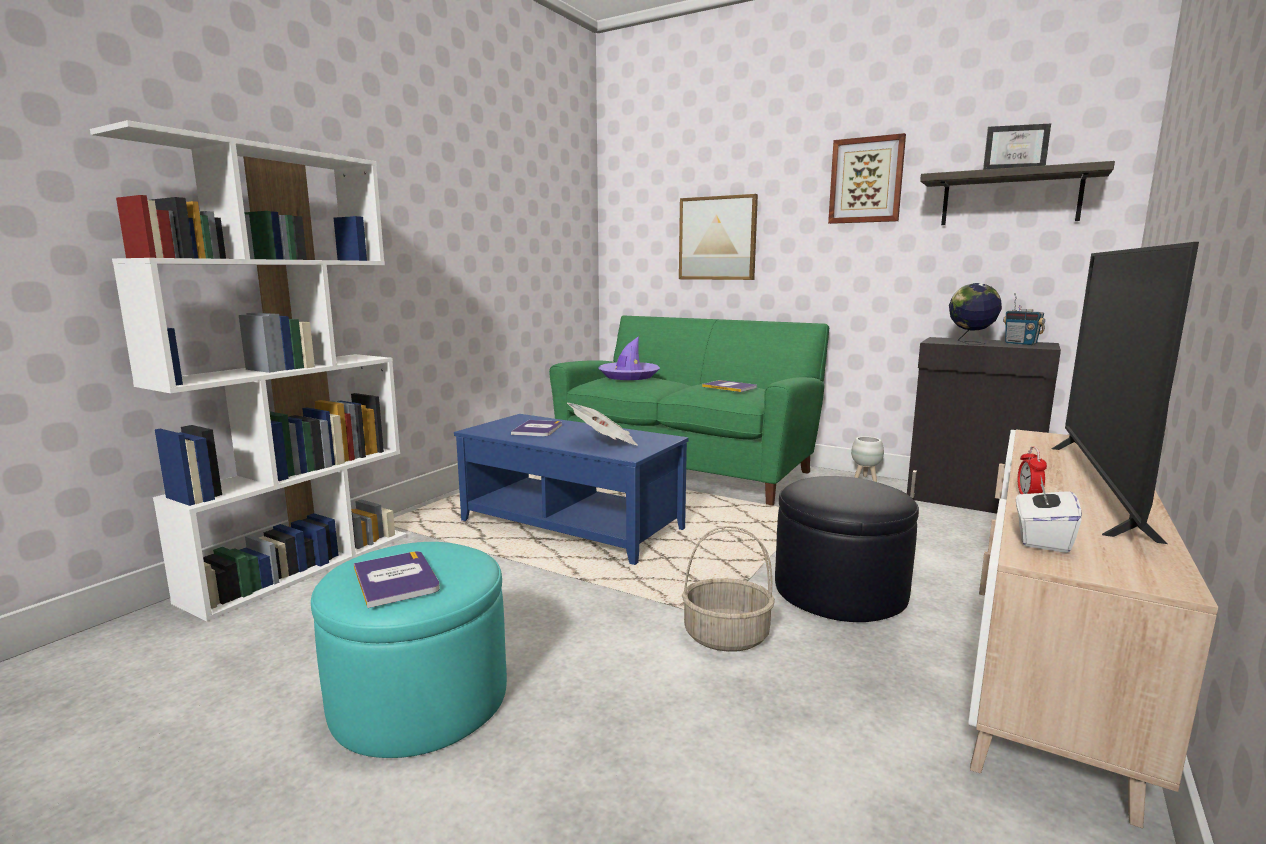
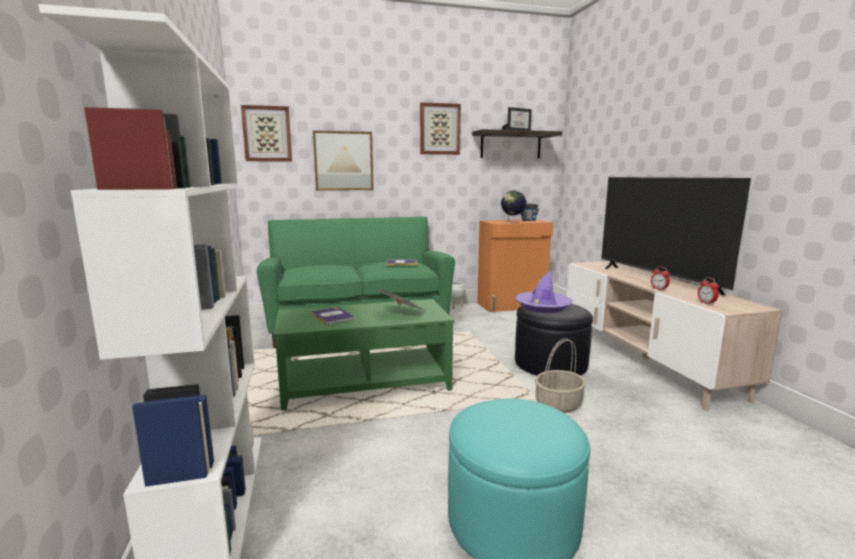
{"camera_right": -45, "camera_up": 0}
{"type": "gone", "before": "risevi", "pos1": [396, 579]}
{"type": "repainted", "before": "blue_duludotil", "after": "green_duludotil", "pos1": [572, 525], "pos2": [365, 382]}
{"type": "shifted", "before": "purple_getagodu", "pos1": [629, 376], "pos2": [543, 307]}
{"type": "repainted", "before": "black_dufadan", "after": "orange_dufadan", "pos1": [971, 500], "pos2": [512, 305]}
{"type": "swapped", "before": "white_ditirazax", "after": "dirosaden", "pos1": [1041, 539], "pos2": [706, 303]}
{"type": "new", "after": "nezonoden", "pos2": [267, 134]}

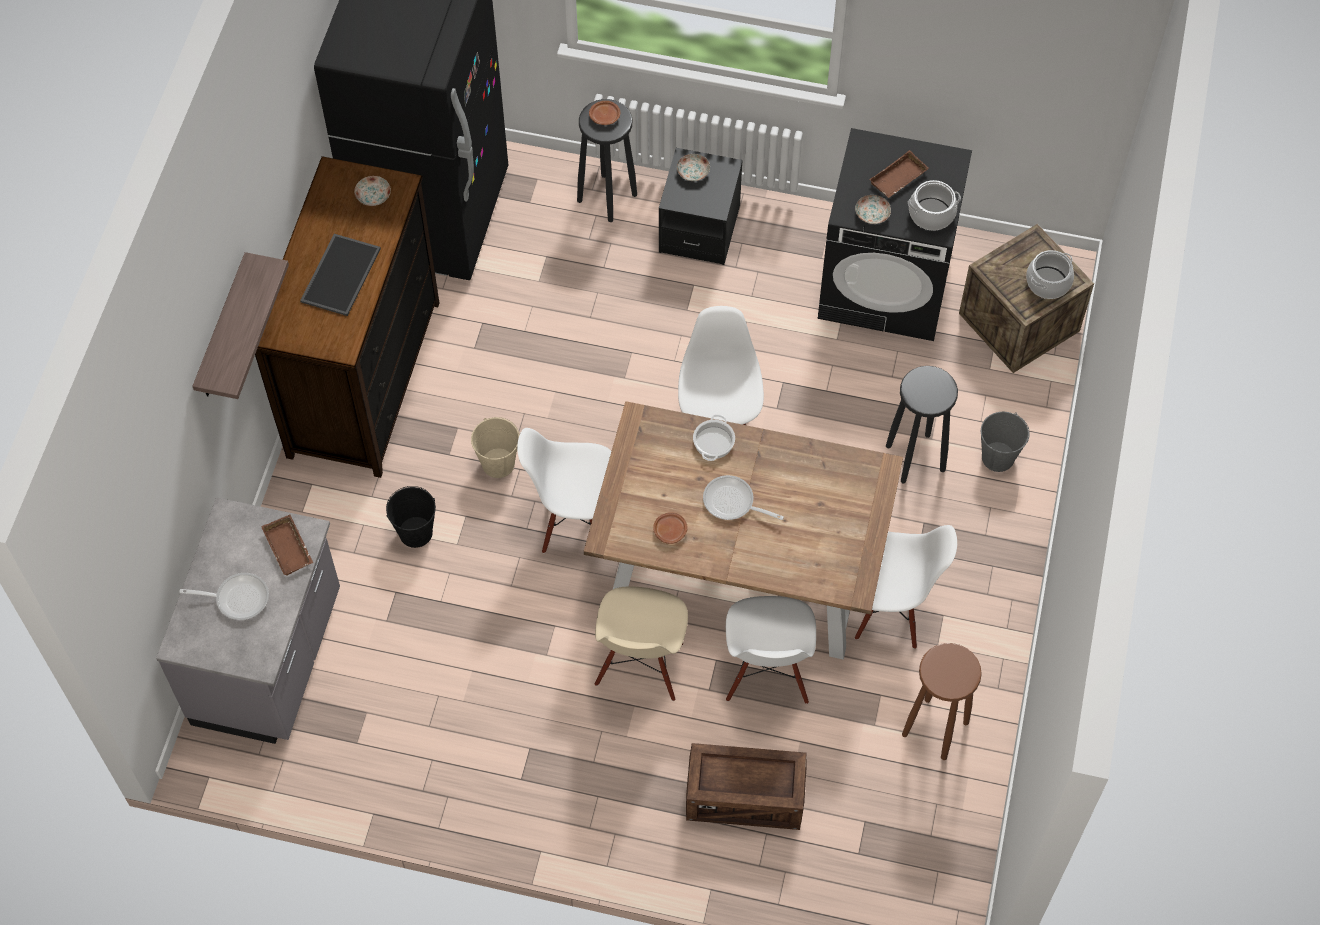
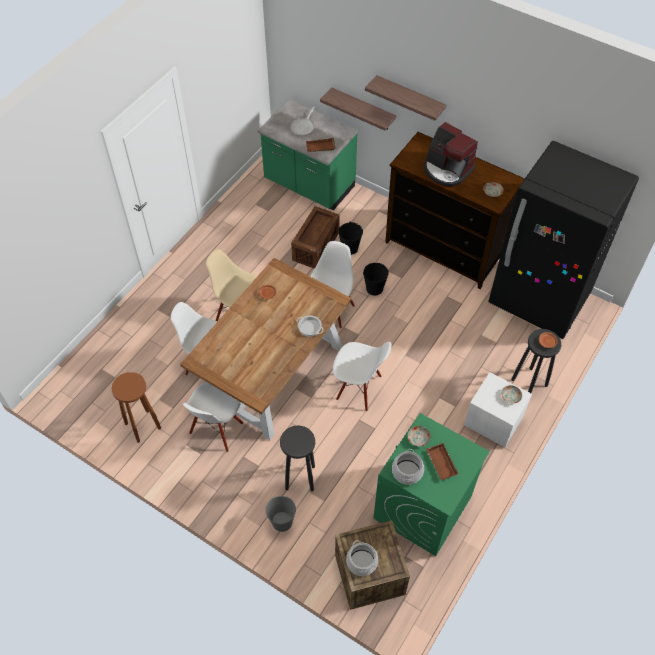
{"camera_right": 110, "camera_up": -5}
{"type": "repainted", "before": "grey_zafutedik", "after": "green_zafutedik", "pos1": [270, 659], "pos2": [309, 185]}
{"type": "swapped", "before": "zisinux", "after": "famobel", "pos1": [339, 274], "pos2": [447, 170]}
{"type": "repainted", "before": "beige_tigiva", "after": "black_tigiva", "pos1": [498, 463], "pos2": [374, 288]}
{"type": "repainted", "before": "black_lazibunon", "after": "white_lazibunon", "pos1": [699, 229], "pos2": [493, 421]}
{"type": "shifted", "before": "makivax", "pos1": [744, 797], "pos2": [315, 246]}
{"type": "gone", "before": "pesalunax", "pos1": [733, 503]}
{"type": "repainted", "before": "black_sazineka", "after": "green_sazineka", "pos1": [886, 284], "pos2": [422, 507]}
{"type": "new", "after": "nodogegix", "pos2": [363, 109]}

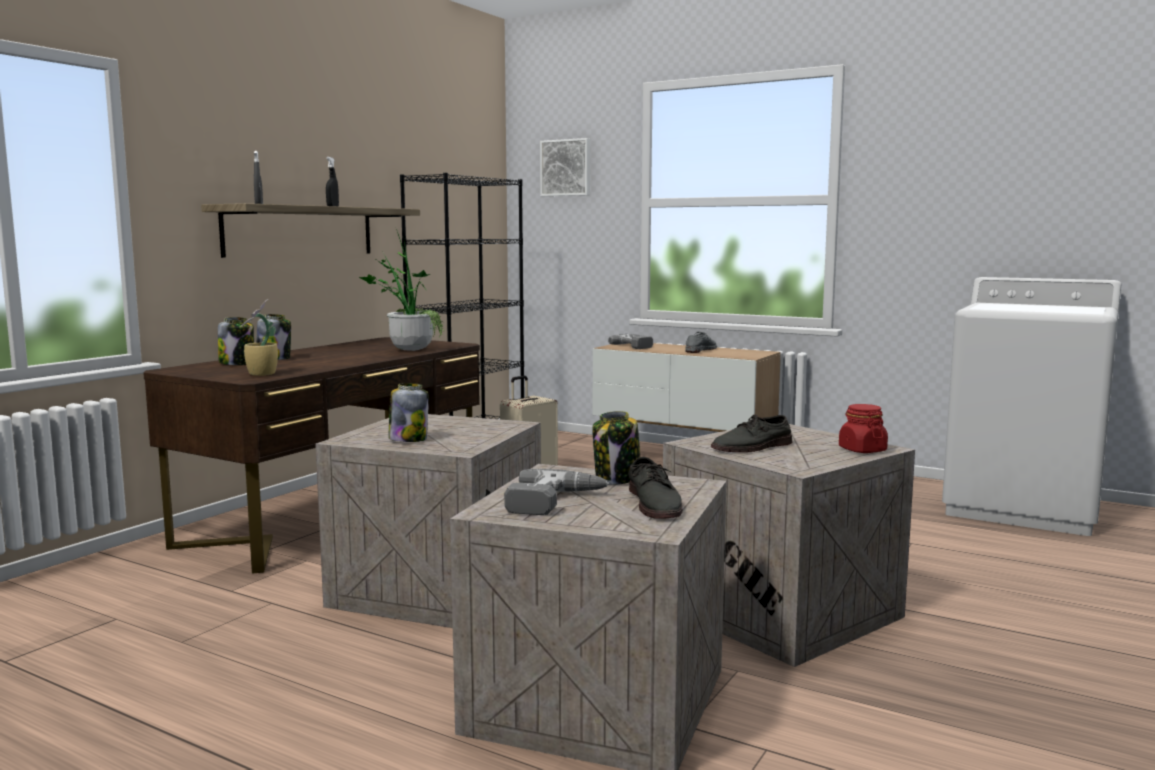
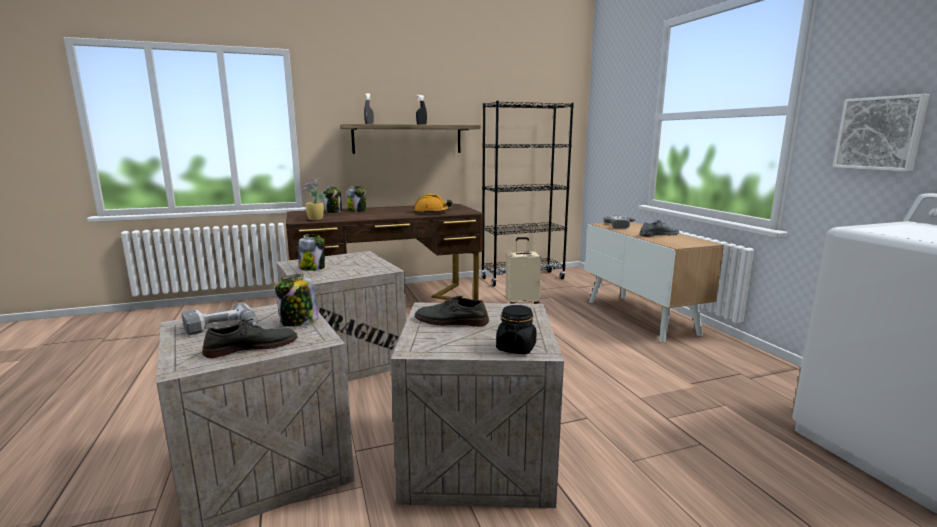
{"camera_right": 40, "camera_up": 5}
{"type": "swapped", "before": "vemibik", "after": "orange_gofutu", "pos1": [406, 349], "pos2": [432, 212]}
{"type": "shifted", "before": "nezonoden", "pos1": [566, 168], "pos2": [880, 133]}
{"type": "rotated", "before": "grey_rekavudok", "pos1": [655, 504], "pos2": [251, 347], "turn": -150}
{"type": "repainted", "before": "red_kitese", "after": "black_kitese", "pos1": [862, 450], "pos2": [516, 348]}

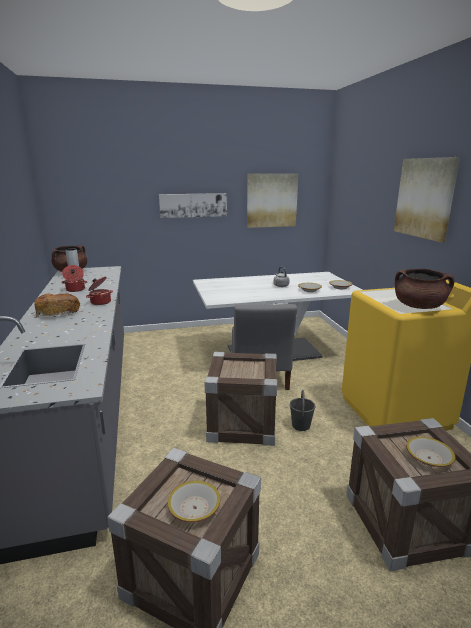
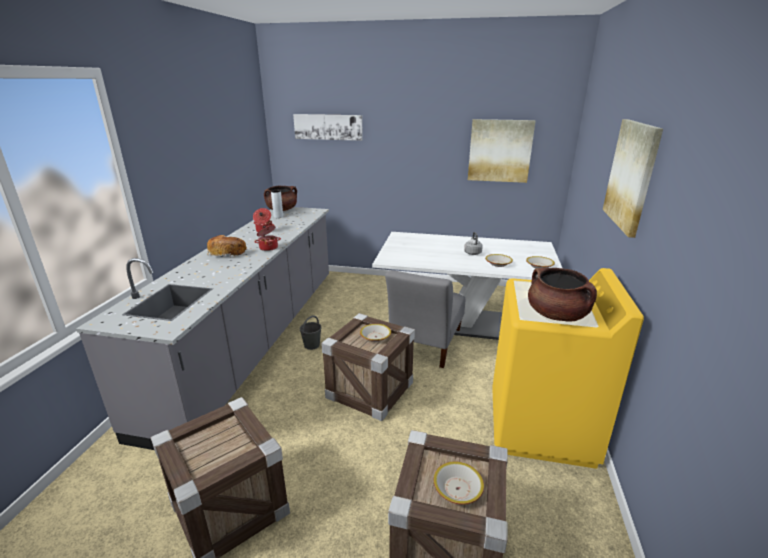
{"camera_right": 25, "camera_up": 5}
{"type": "shifted", "before": "nezonoden", "pos1": [193, 205], "pos2": [328, 127]}
{"type": "shifted", "before": "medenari", "pos1": [194, 508], "pos2": [375, 337]}
{"type": "shifted", "before": "grey_tigiva", "pos1": [301, 425], "pos2": [311, 345]}

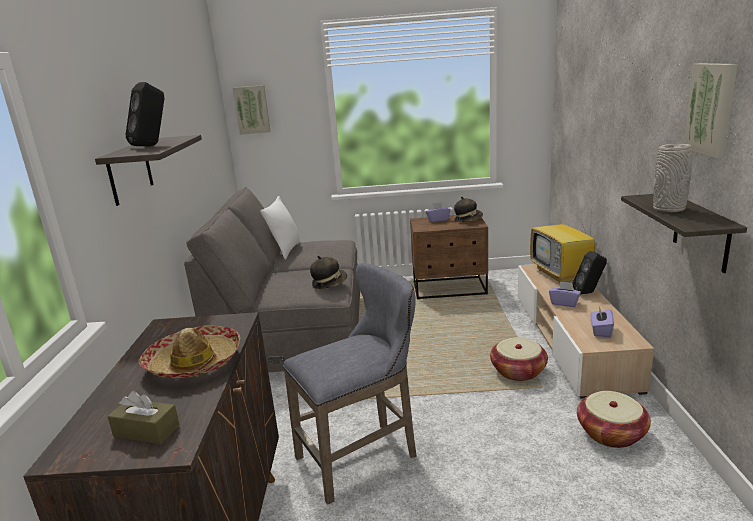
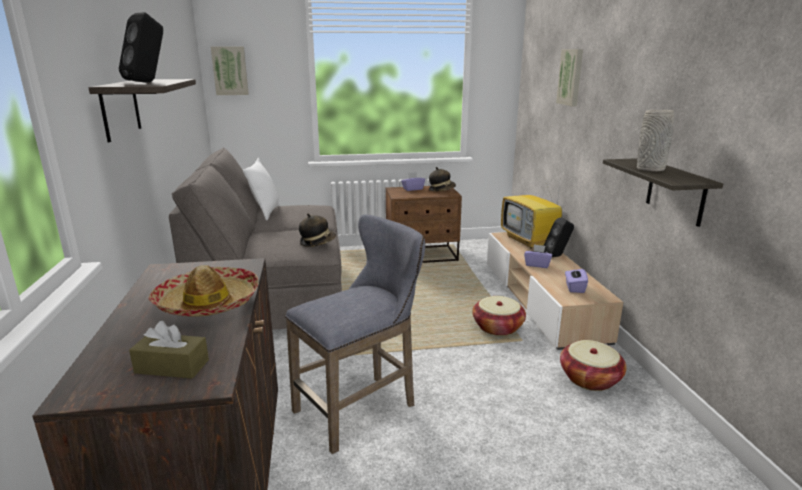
{"camera_right": -10, "camera_up": 0}
{"type": "shifted", "before": "nezonoden", "pos1": [712, 109], "pos2": [571, 77]}

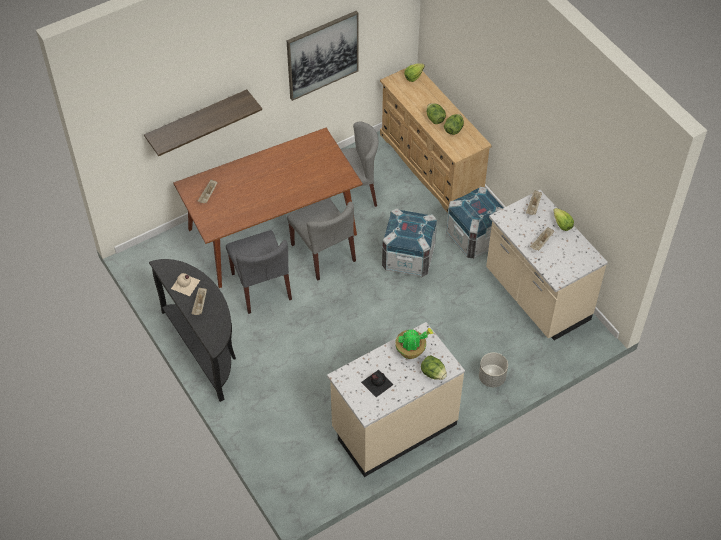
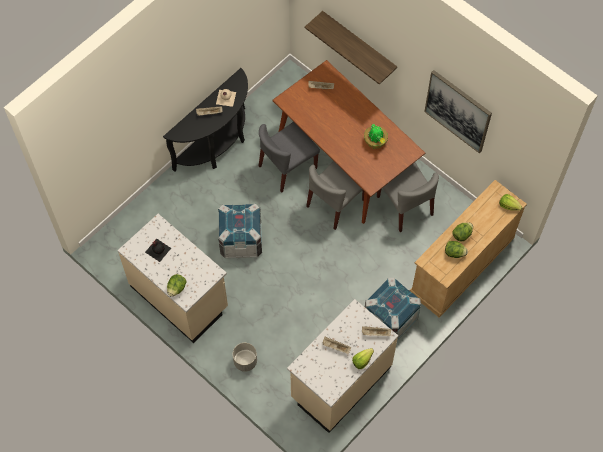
{"camera_right": 75, "camera_up": 10}
{"type": "shifted", "before": "makivax", "pos1": [408, 258], "pos2": [241, 240]}
{"type": "shifted", "before": "vemibik", "pos1": [411, 350], "pos2": [375, 142]}

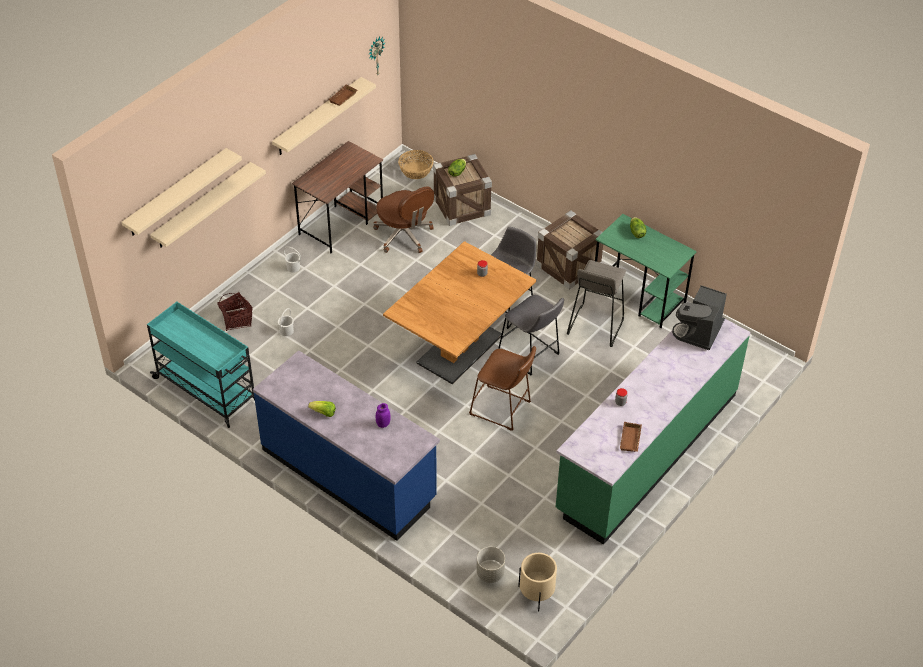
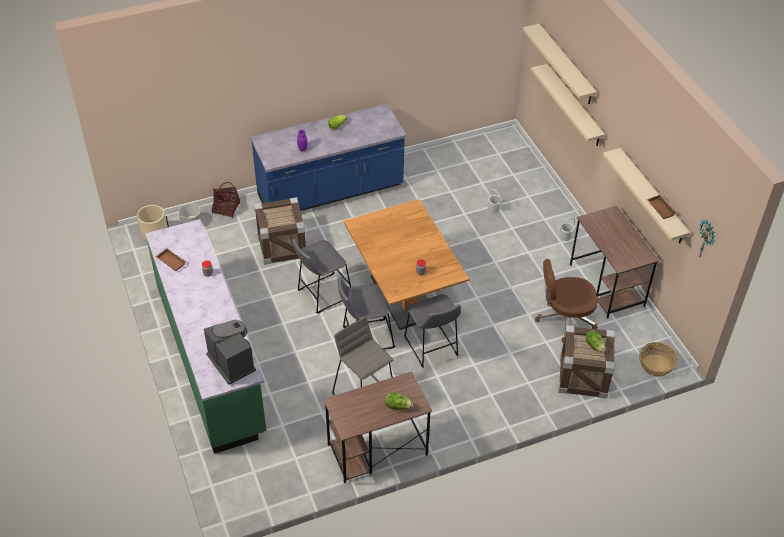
{"camera_right": 120, "camera_up": 0}
{"type": "gone", "before": "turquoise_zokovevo", "pos1": [207, 390]}
{"type": "shifted", "before": "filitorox", "pos1": [236, 320], "pos2": [226, 208]}
{"type": "repainted", "before": "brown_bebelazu", "after": "grey_bebelazu", "pos1": [503, 409], "pos2": [322, 294]}
{"type": "shifted", "before": "makivax", "pos1": [568, 266], "pos2": [282, 246]}
{"type": "repainted", "before": "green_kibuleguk", "after": "brown_kibuleguk", "pos1": [639, 297], "pos2": [376, 450]}

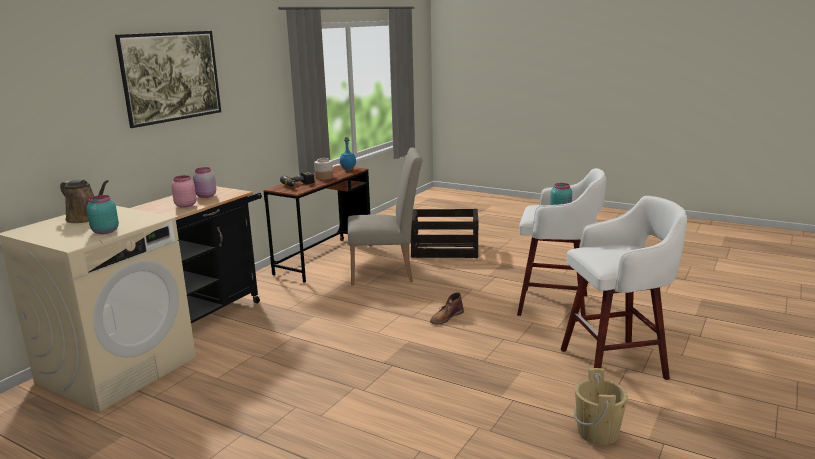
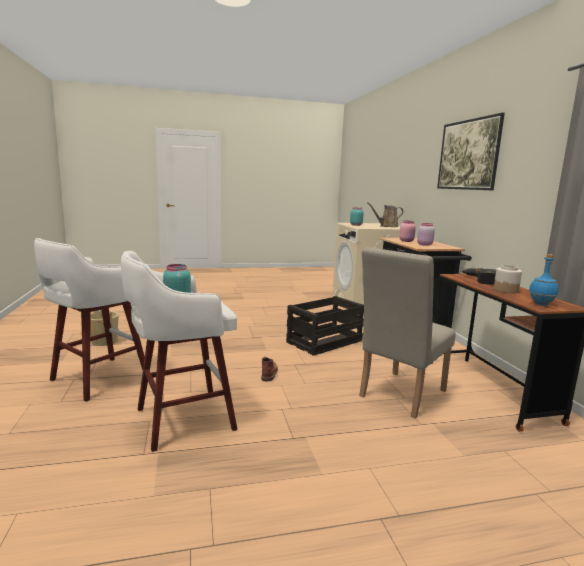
{"camera_right": 135, "camera_up": -5}
{"type": "shifted", "before": "makivax", "pos1": [445, 250], "pos2": [324, 342]}

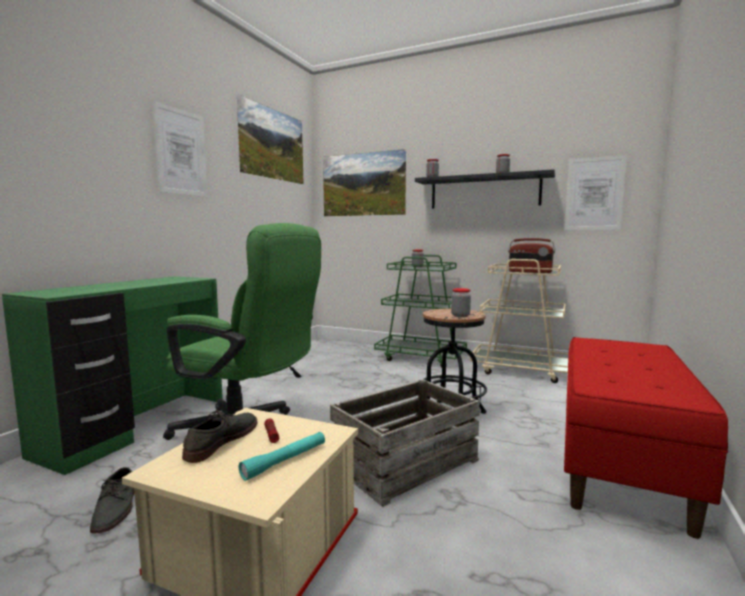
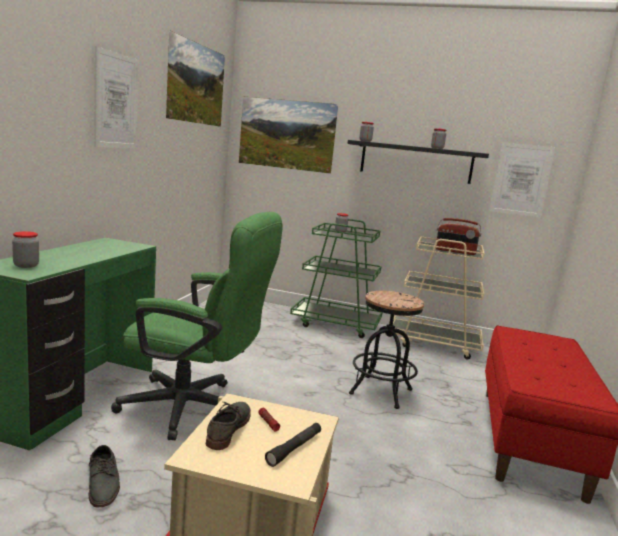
{"camera_right": -10, "camera_up": 5}
{"type": "repainted", "before": "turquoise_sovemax", "after": "black_sovemax", "pos1": [285, 461], "pos2": [294, 448]}
{"type": "gone", "before": "makivax", "pos1": [404, 462]}
{"type": "shifted", "before": "kitese", "pos1": [460, 316], "pos2": [26, 265]}

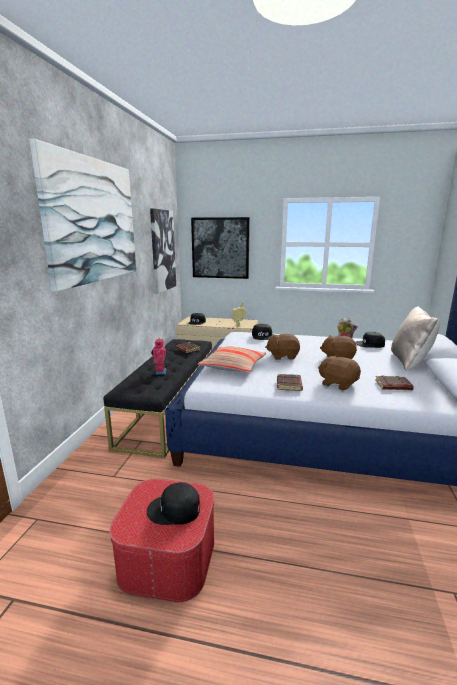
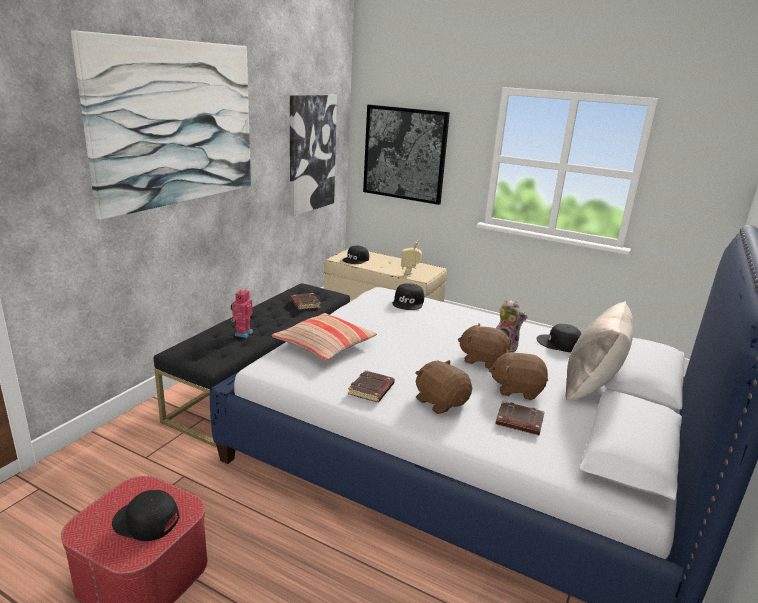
{"camera_right": 15, "camera_up": 5}
{"type": "shifted", "before": "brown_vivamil", "pos1": [282, 356], "pos2": [517, 389]}

